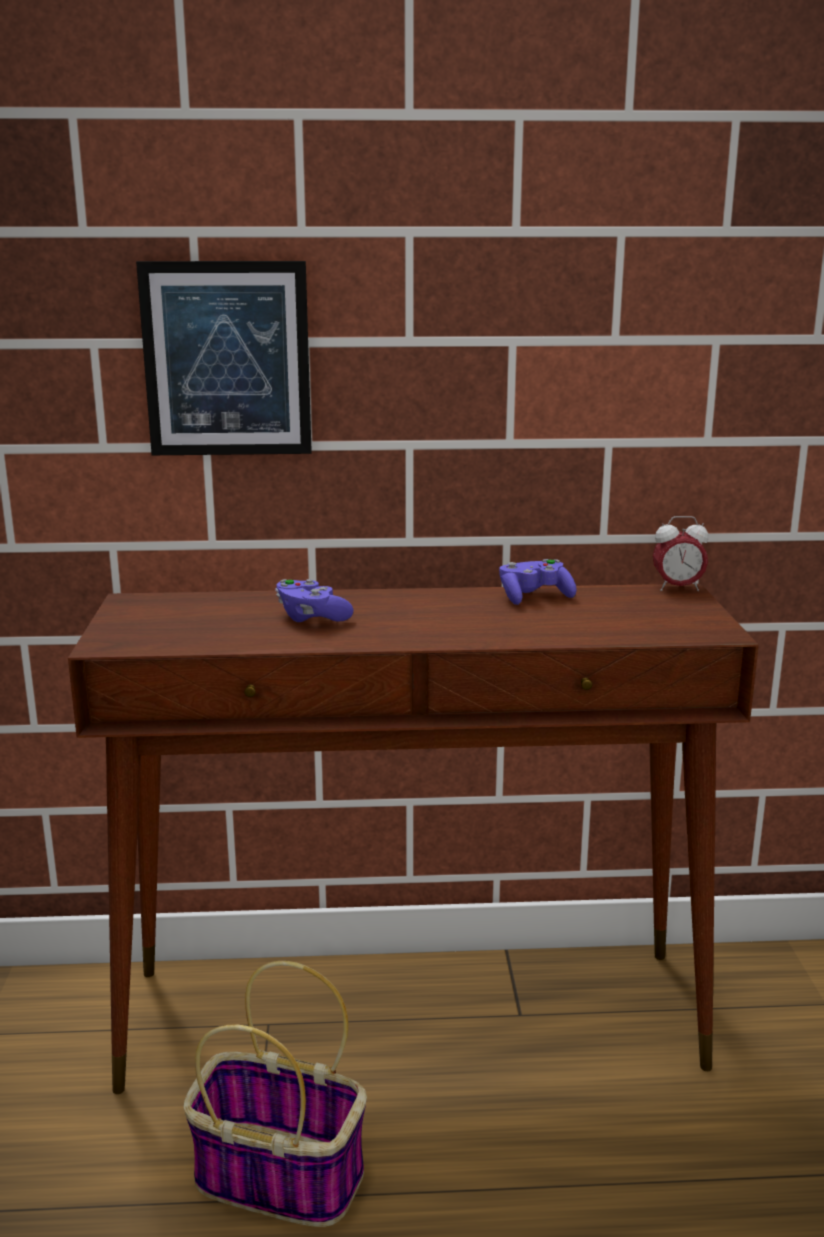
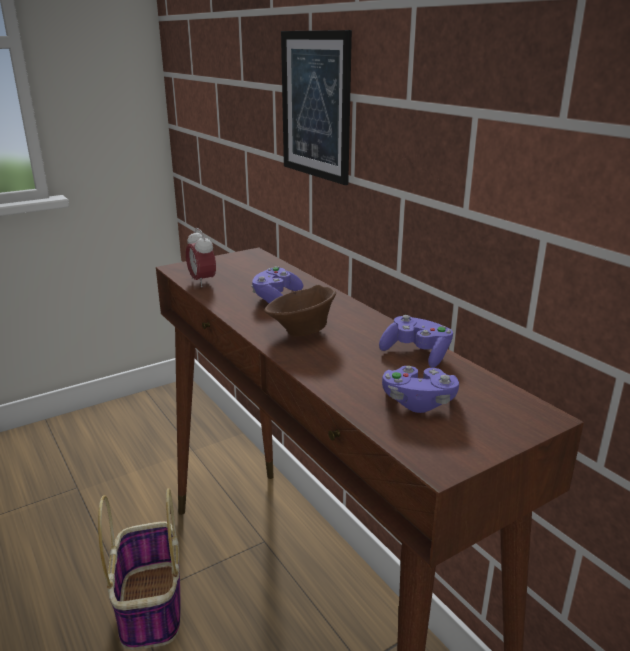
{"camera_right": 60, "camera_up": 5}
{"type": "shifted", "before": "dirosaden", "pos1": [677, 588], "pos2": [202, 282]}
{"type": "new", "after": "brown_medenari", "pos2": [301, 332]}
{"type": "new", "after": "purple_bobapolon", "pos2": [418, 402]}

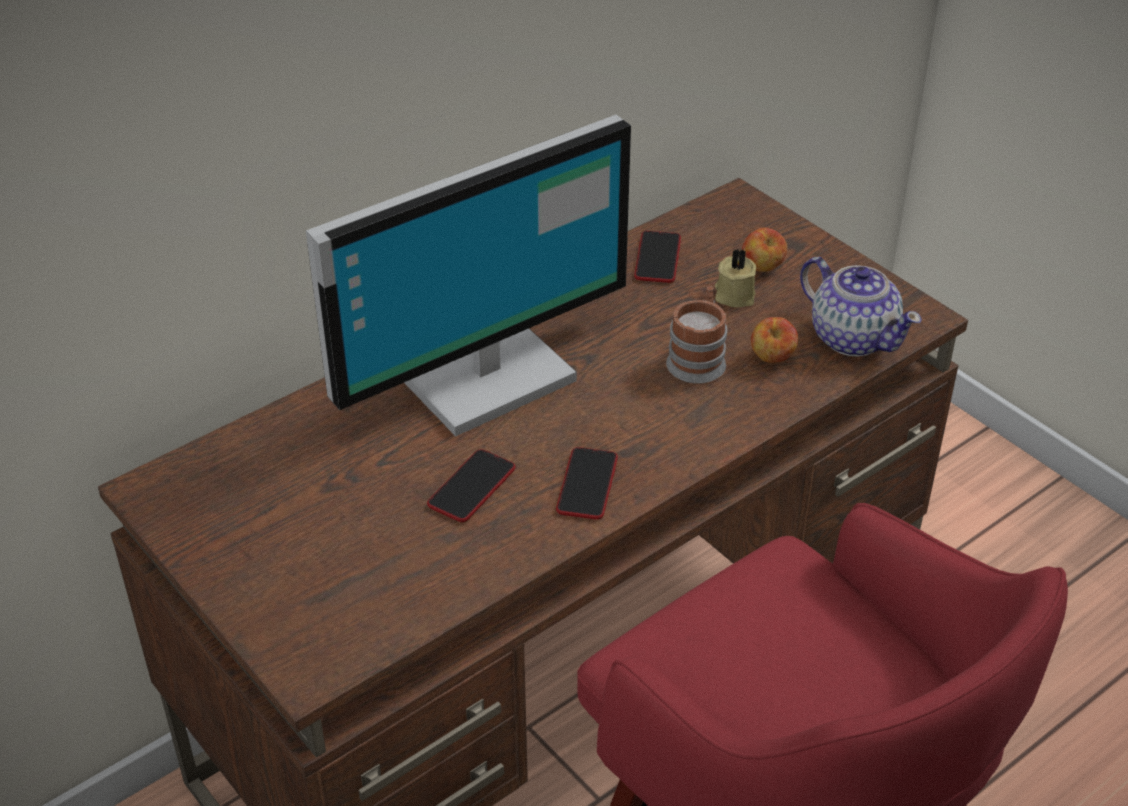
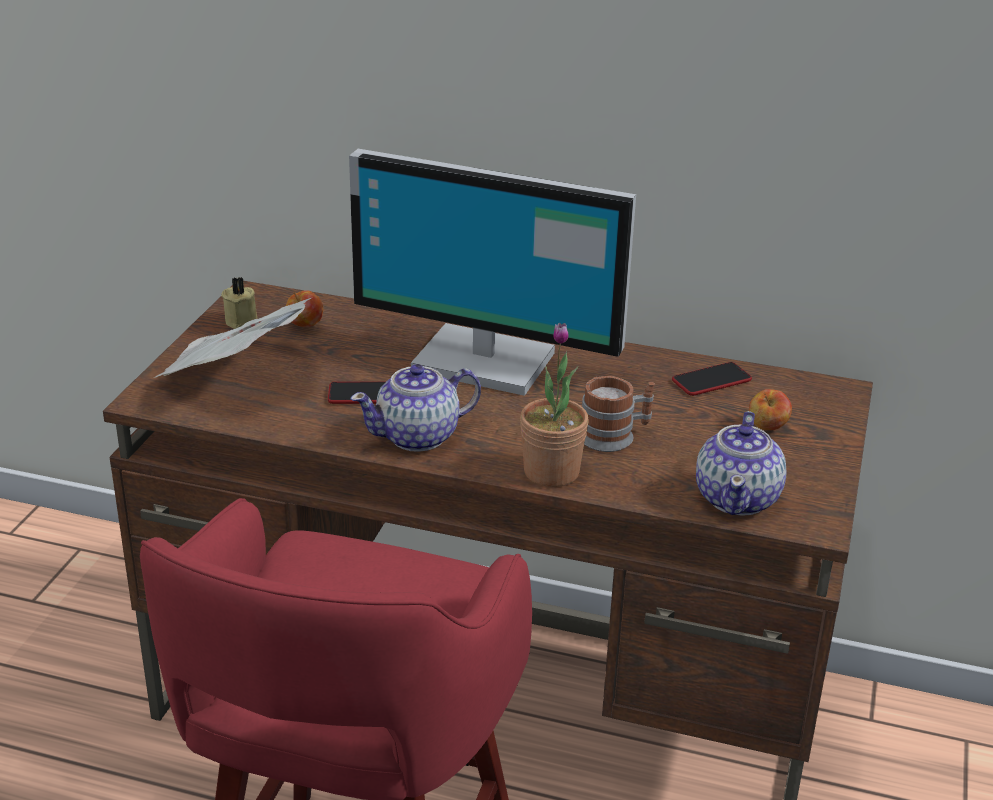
{"camera_right": 55, "camera_up": -10}
{"type": "swapped", "before": "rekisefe", "after": "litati", "pos1": [587, 484], "pos2": [418, 436]}
{"type": "shifted", "before": "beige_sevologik", "pos1": [734, 295], "pos2": [242, 320]}
{"type": "shifted", "before": "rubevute", "pos1": [772, 358], "pos2": [305, 326]}
{"type": "new", "after": "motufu", "pos2": [235, 375]}
{"type": "new", "after": "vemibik", "pos2": [551, 472]}

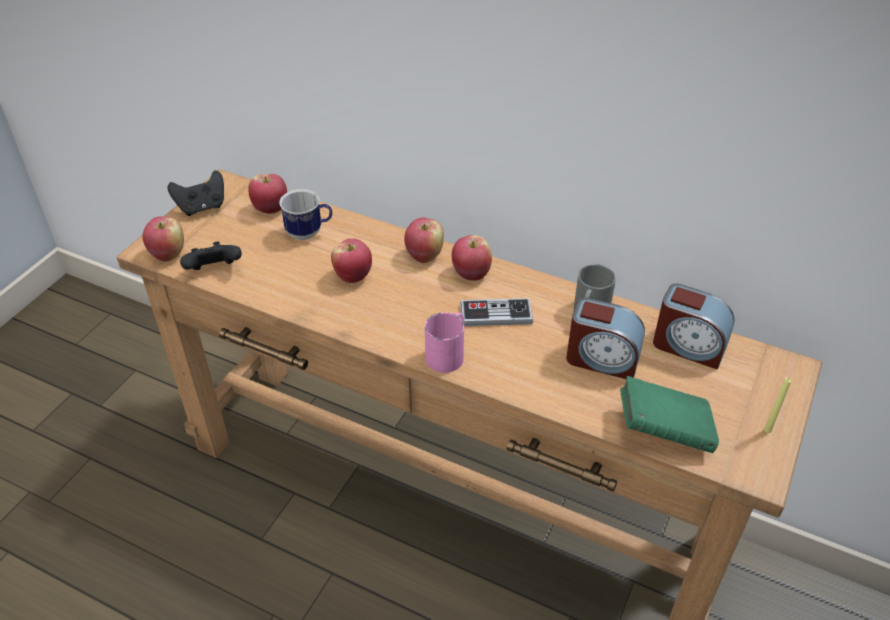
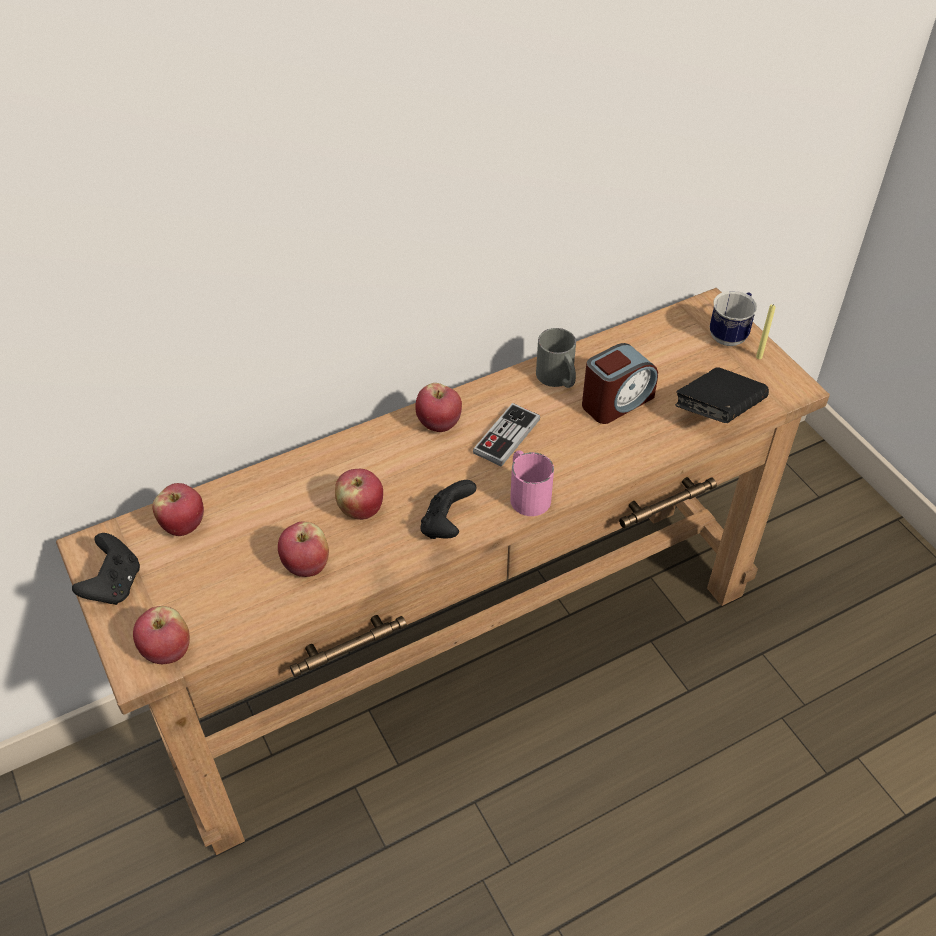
{"camera_right": -55, "camera_up": 5}
{"type": "shifted", "before": "black_bobapolon", "pos1": [214, 271], "pos2": [446, 525]}
{"type": "shifted", "before": "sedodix", "pos1": [309, 233], "pos2": [730, 334]}
{"type": "shifted", "before": "rubevute", "pos1": [424, 255], "pos2": [306, 566]}
{"type": "repainted", "before": "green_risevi", "after": "black_risevi", "pos1": [664, 430], "pos2": [717, 411]}
{"type": "gone", "before": "dirosaden", "pos1": [688, 346]}

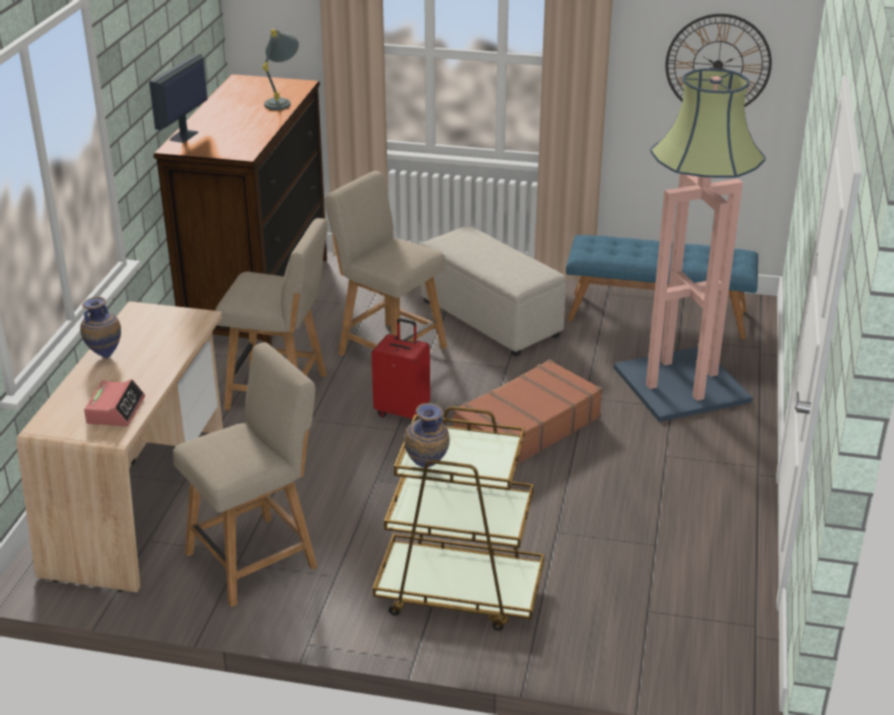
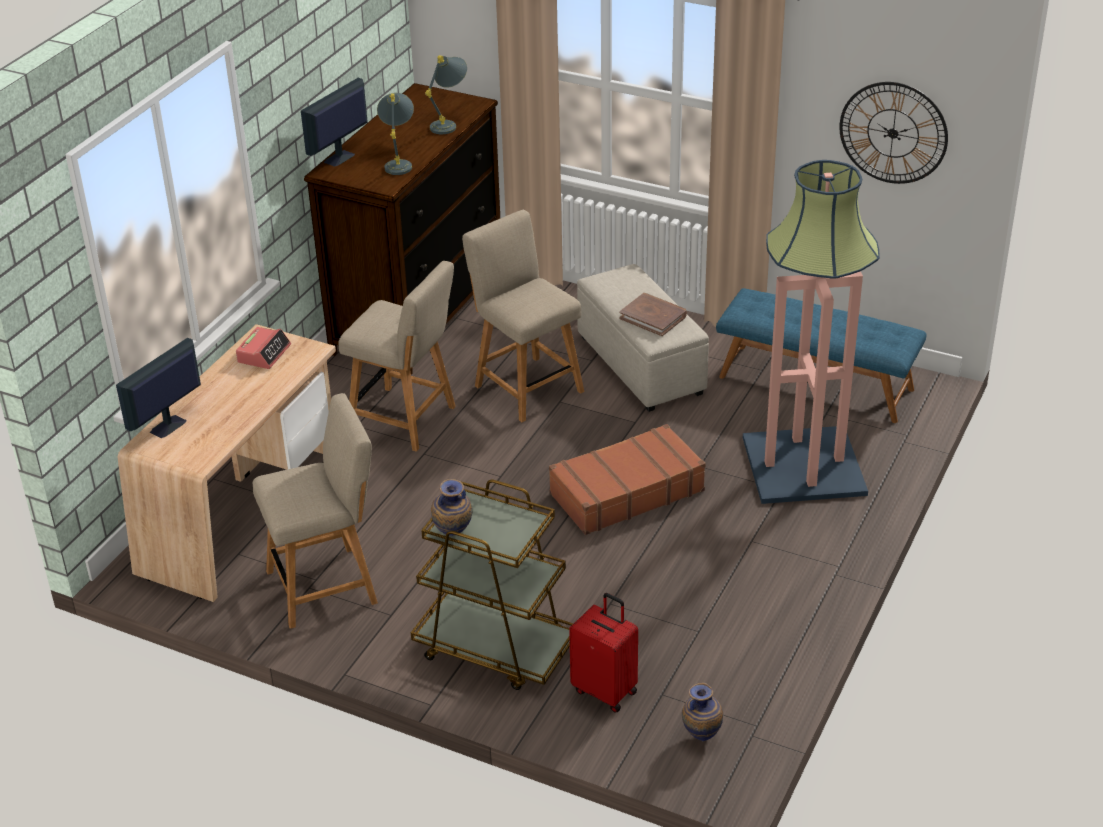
{"camera_right": 15, "camera_up": 5}
{"type": "shifted", "before": "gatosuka", "pos1": [104, 355], "pos2": [701, 736]}
{"type": "shifted", "before": "dirosaden", "pos1": [116, 410], "pos2": [264, 353]}
{"type": "shifted", "before": "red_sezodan", "pos1": [403, 412], "pos2": [605, 690]}
{"type": "new", "after": "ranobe", "pos2": [167, 427]}
{"type": "new", "after": "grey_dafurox", "pos2": [399, 163]}
{"type": "new", "after": "brown_risevi", "pos2": [653, 317]}

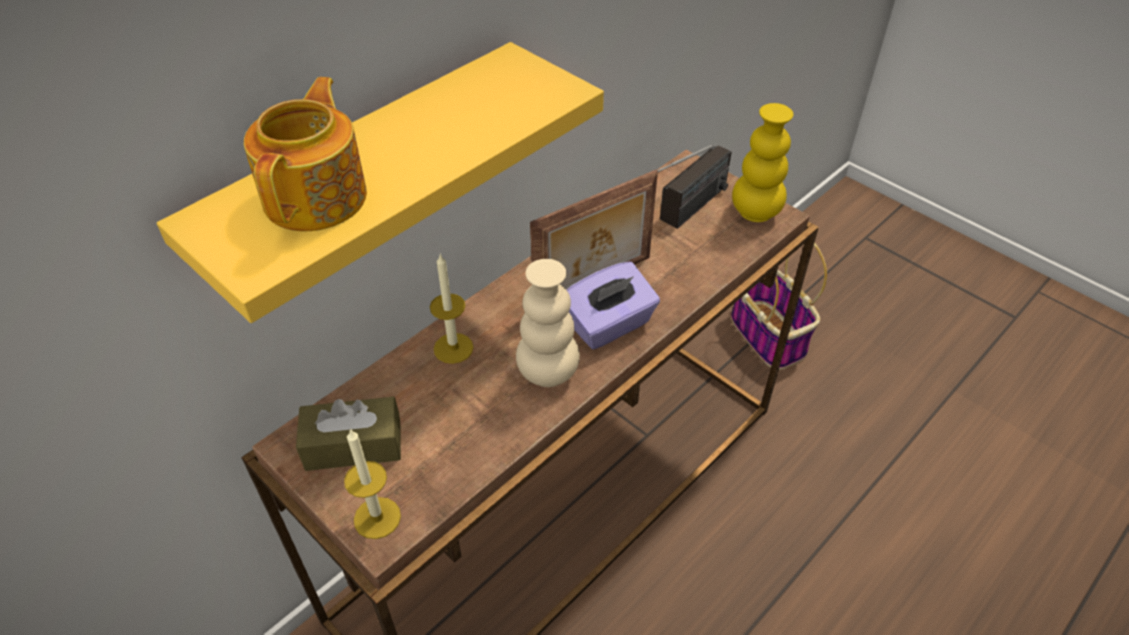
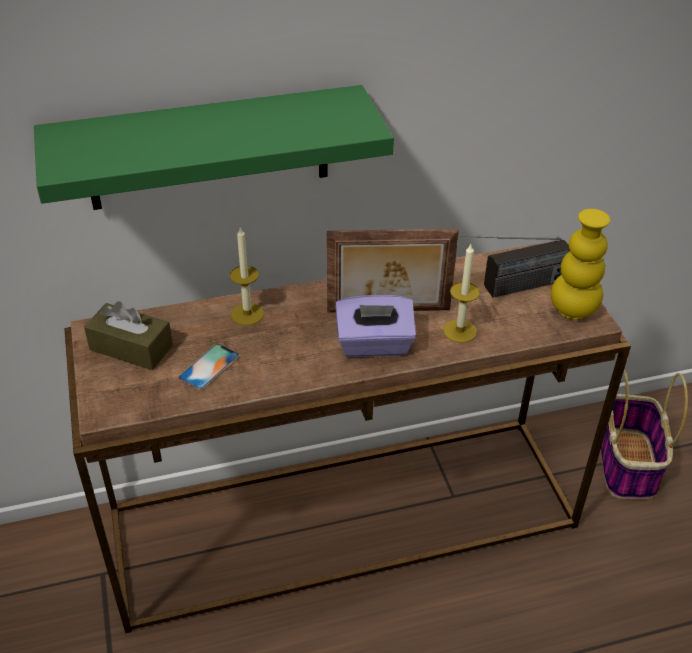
{"camera_right": 30, "camera_up": -5}
{"type": "repainted", "before": "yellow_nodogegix", "after": "green_nodogegix", "pos1": [365, 174], "pos2": [208, 149]}
{"type": "gone", "before": "litati", "pos1": [317, 196]}
{"type": "shifted", "before": "sevologik", "pos1": [377, 518], "pos2": [460, 331]}
{"type": "gone", "before": "beige_gatosuka", "pos1": [548, 373]}
{"type": "new", "after": "rekisefe", "pos2": [209, 366]}

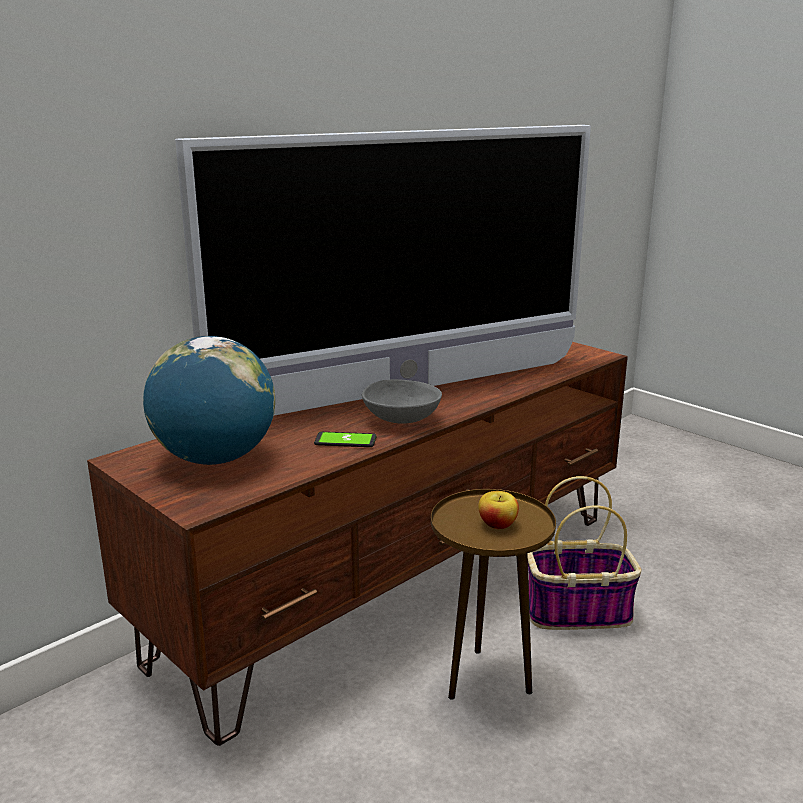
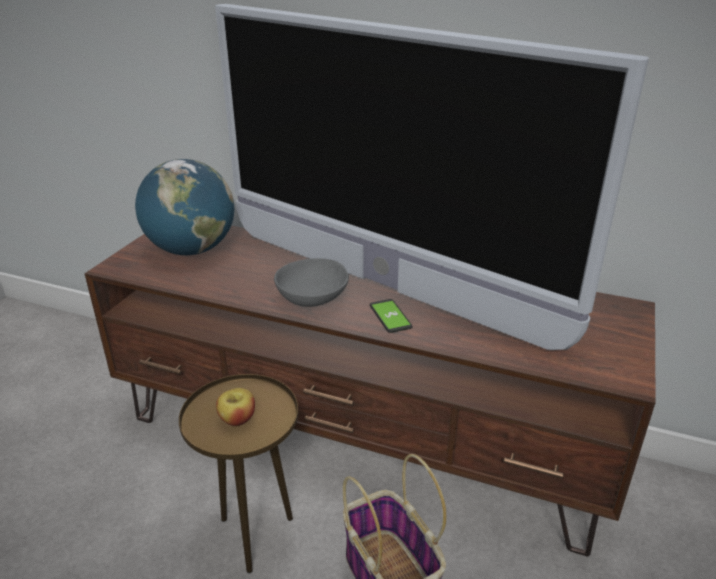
{"camera_right": 65, "camera_up": 10}
{"type": "shifted", "before": "rekisefe", "pos1": [345, 441], "pos2": [390, 316]}

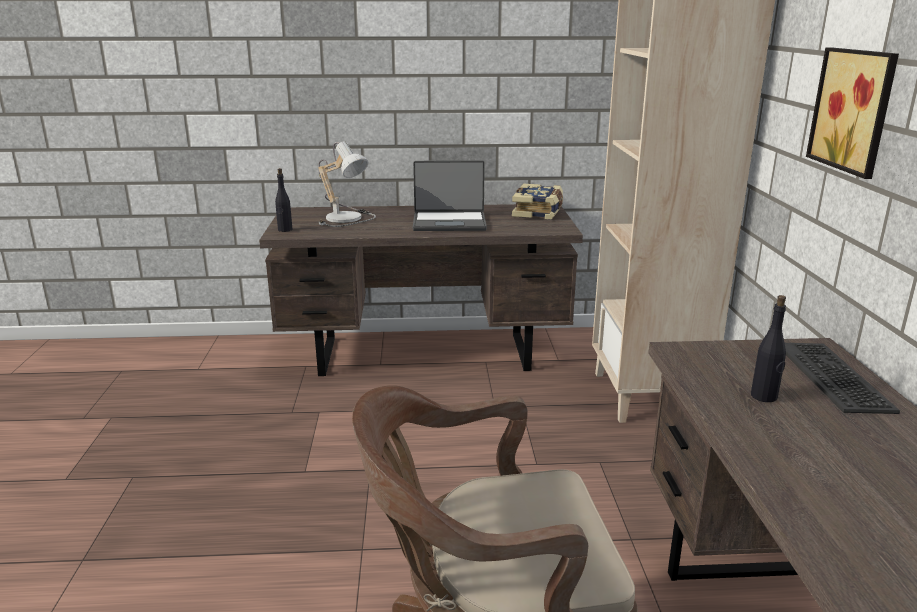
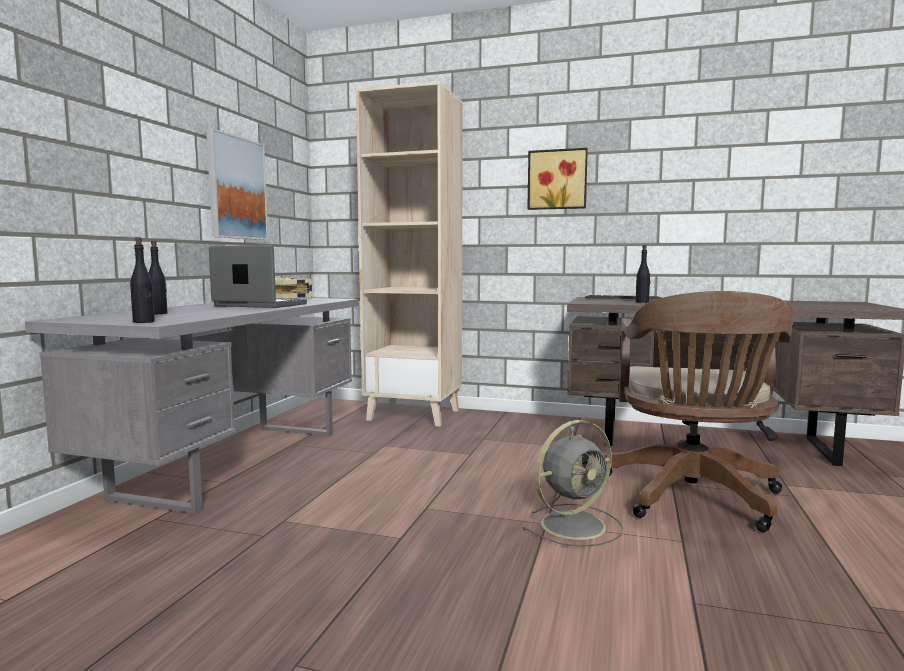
{"camera_right": -70, "camera_up": -15}
{"type": "repainted", "before": "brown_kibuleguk", "after": "grey_kibuleguk", "pos1": [426, 354], "pos2": [237, 461]}
{"type": "swapped", "before": "dafurox", "after": "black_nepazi", "pos1": [348, 218], "pos2": [158, 313]}
{"type": "rotated", "before": "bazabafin", "pos1": [449, 223], "pos2": [259, 305], "turn": -90}
{"type": "new", "after": "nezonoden", "pos2": [236, 188]}
{"type": "new", "after": "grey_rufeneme", "pos2": [575, 524]}

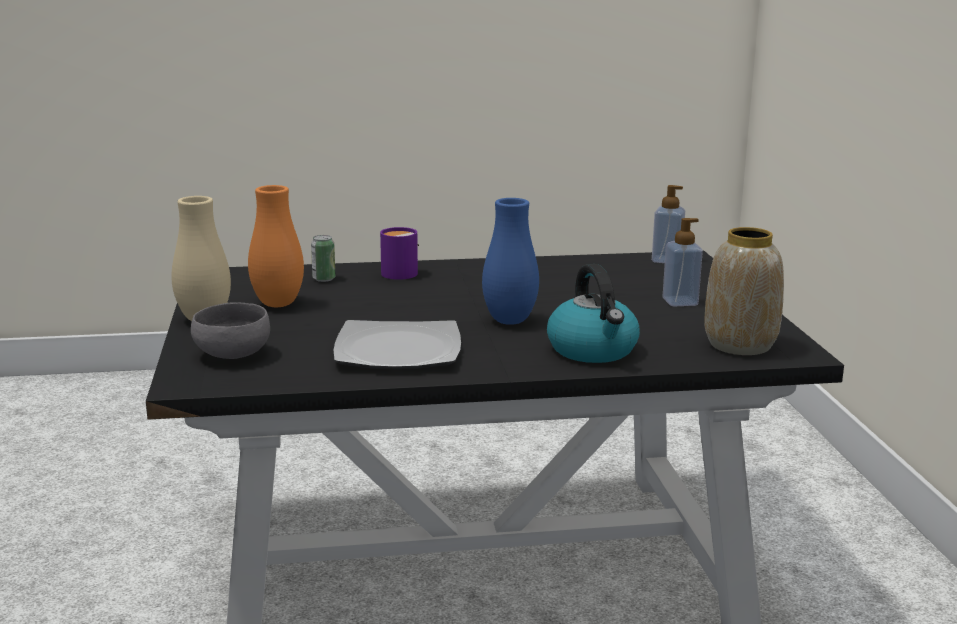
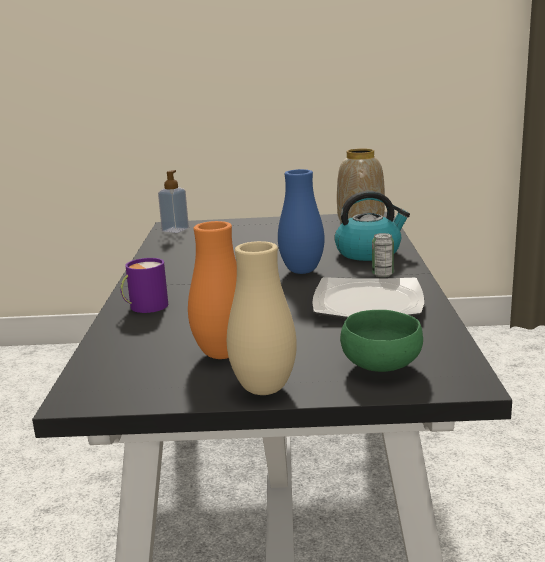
{"camera_right": -80, "camera_up": 0}
{"type": "repainted", "before": "grey_medenari", "after": "green_medenari", "pos1": [232, 355], "pos2": [383, 366]}
{"type": "shifted", "before": "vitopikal", "pos1": [324, 279], "pos2": [382, 274]}
{"type": "gone", "before": "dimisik", "pos1": [680, 302]}

